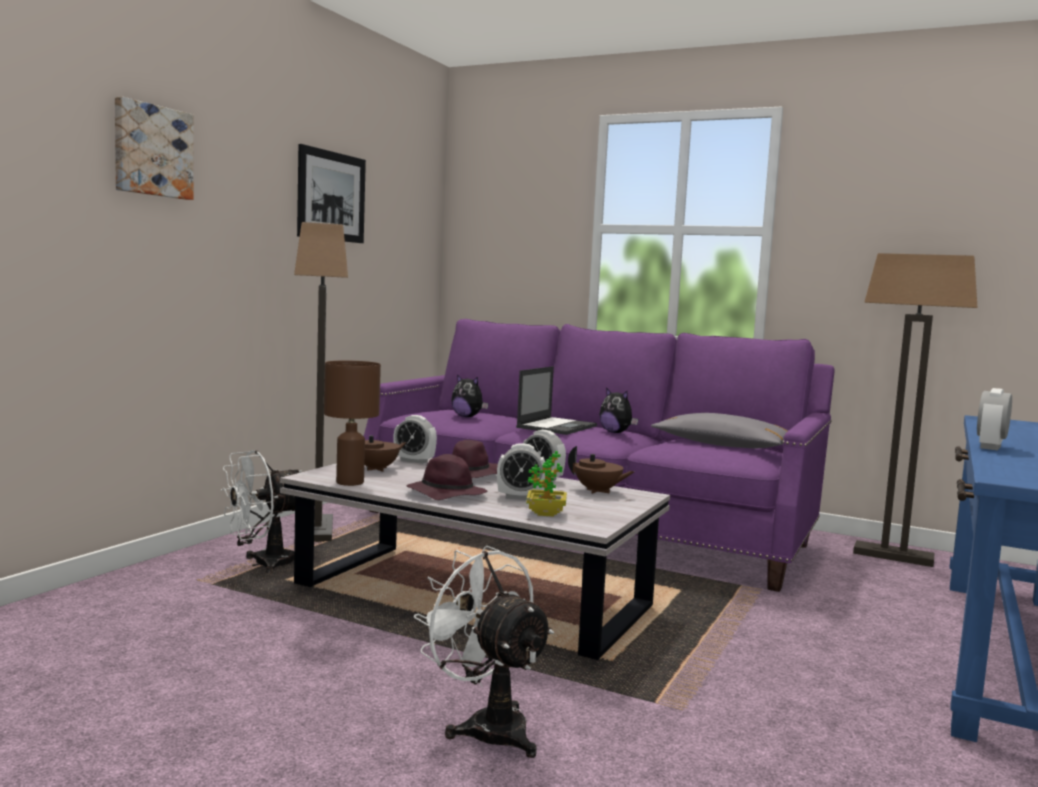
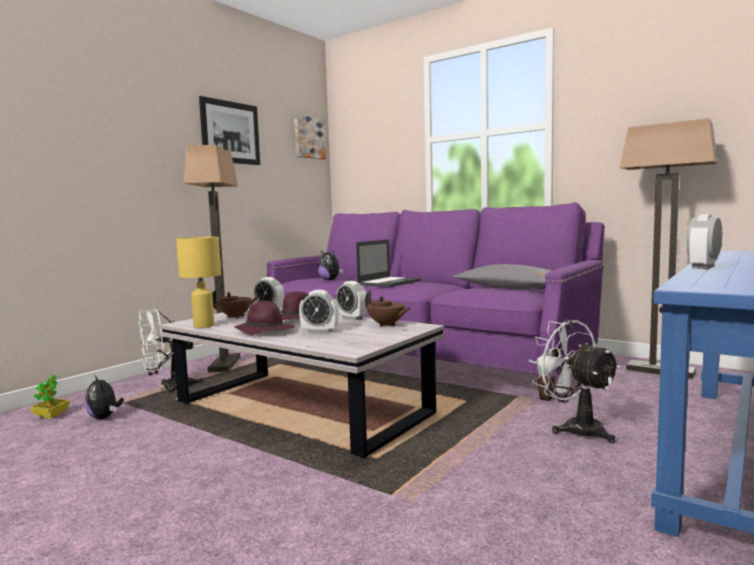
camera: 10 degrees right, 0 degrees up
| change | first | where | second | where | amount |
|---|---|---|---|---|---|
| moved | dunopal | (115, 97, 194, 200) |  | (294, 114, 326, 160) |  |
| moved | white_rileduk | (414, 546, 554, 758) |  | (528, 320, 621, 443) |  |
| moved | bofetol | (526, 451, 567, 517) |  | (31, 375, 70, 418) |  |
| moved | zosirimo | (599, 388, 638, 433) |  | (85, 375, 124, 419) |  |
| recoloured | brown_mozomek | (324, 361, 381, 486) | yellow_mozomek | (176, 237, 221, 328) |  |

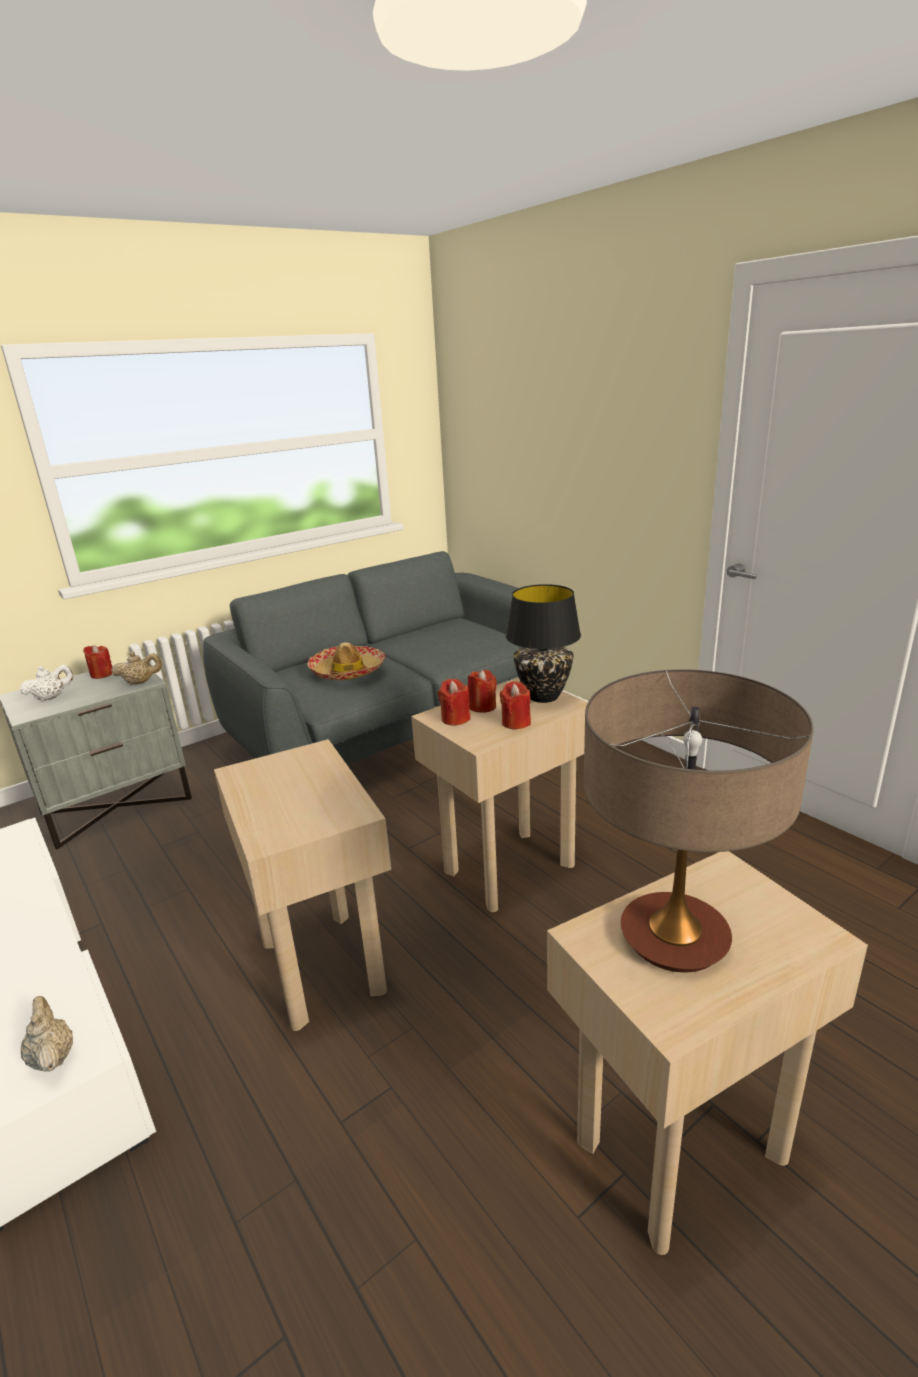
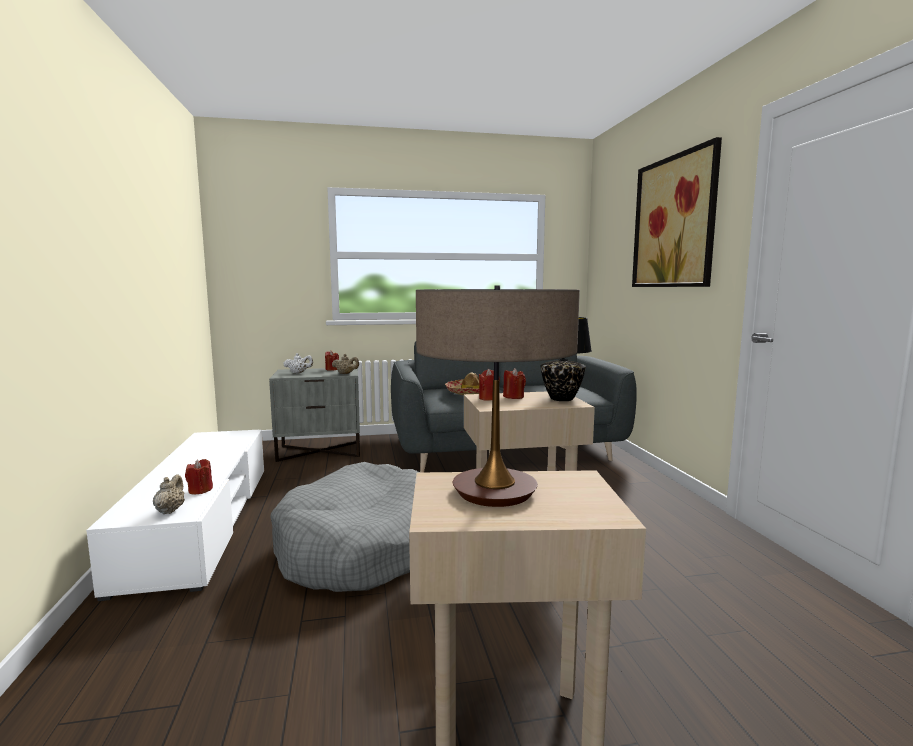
camera: 25 degrees right, 15 degrees down
| change | first | where | second | where | amount |
|---|---|---|---|---|---|
| added |  |  | dunopal | (632, 137, 722, 287) |  |
| moved | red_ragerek | (500, 681, 531, 729) |  | (185, 459, 213, 494) |  |
| replaced | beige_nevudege | (214, 739, 391, 1031) | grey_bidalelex | (270, 462, 420, 592) |  |

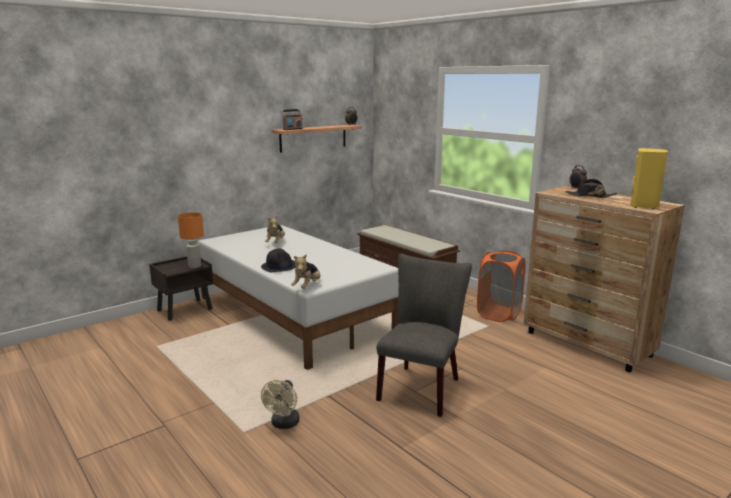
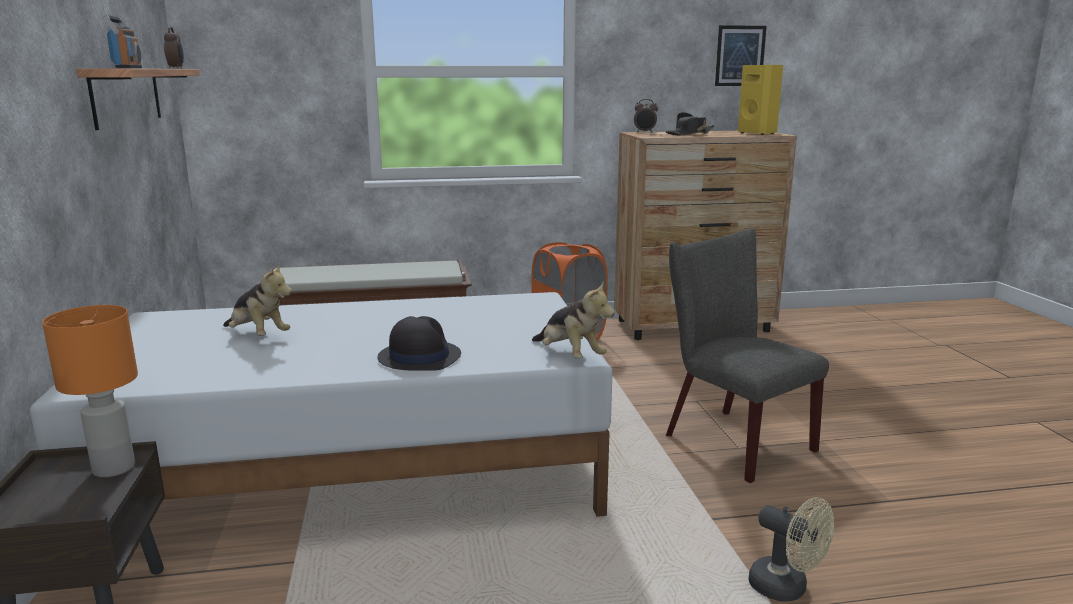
camera: 60 degrees left, 0 degrees up
| change | first | where | second | where | amount |
|---|---|---|---|---|---|
| added |  |  | dunopal | (715, 25, 767, 86) |  |

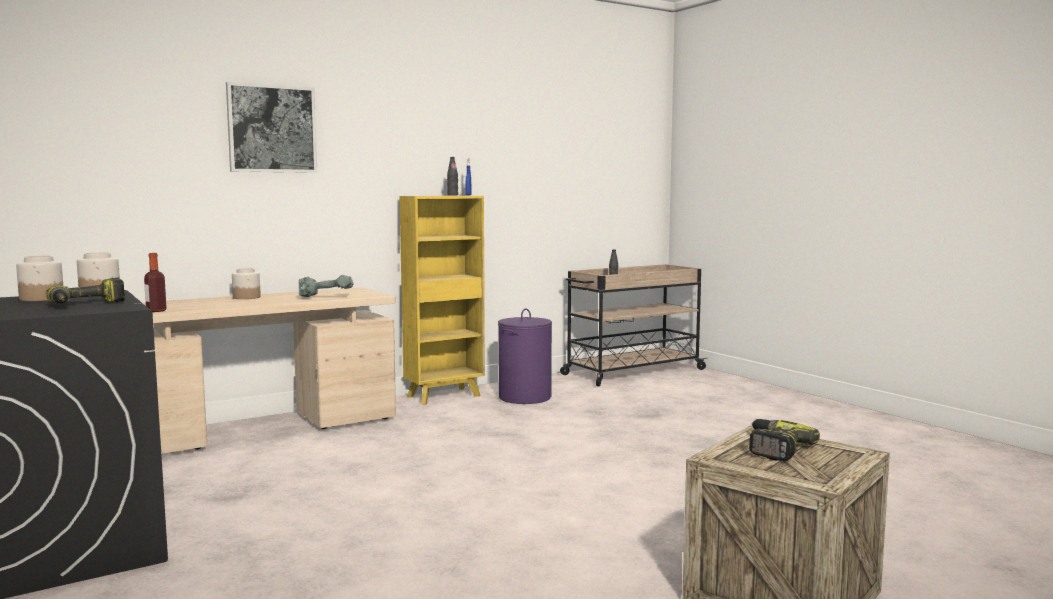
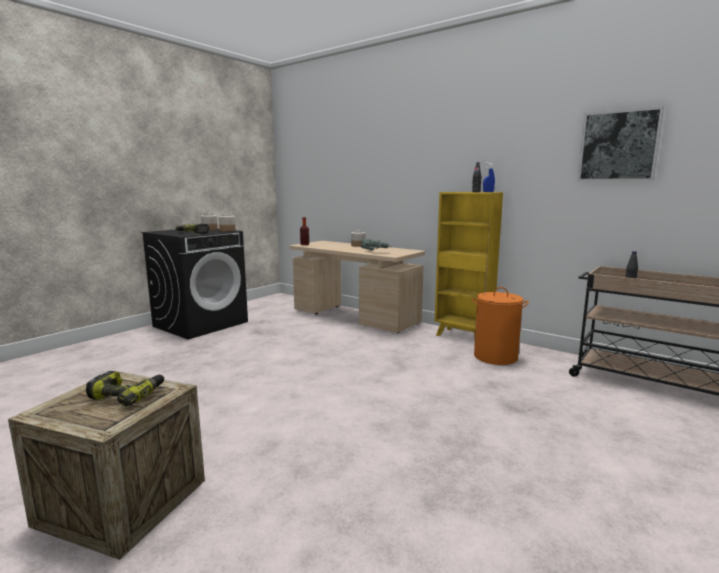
camera: 70 degrees right, 5 degrees up
| change | first | where | second | where | amount |
|---|---|---|---|---|---|
| moved | dunopal | (226, 82, 317, 173) |  | (577, 106, 664, 181) |  |
| recoloured | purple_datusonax | (498, 309, 552, 404) | orange_datusonax | (472, 287, 529, 365) |  |

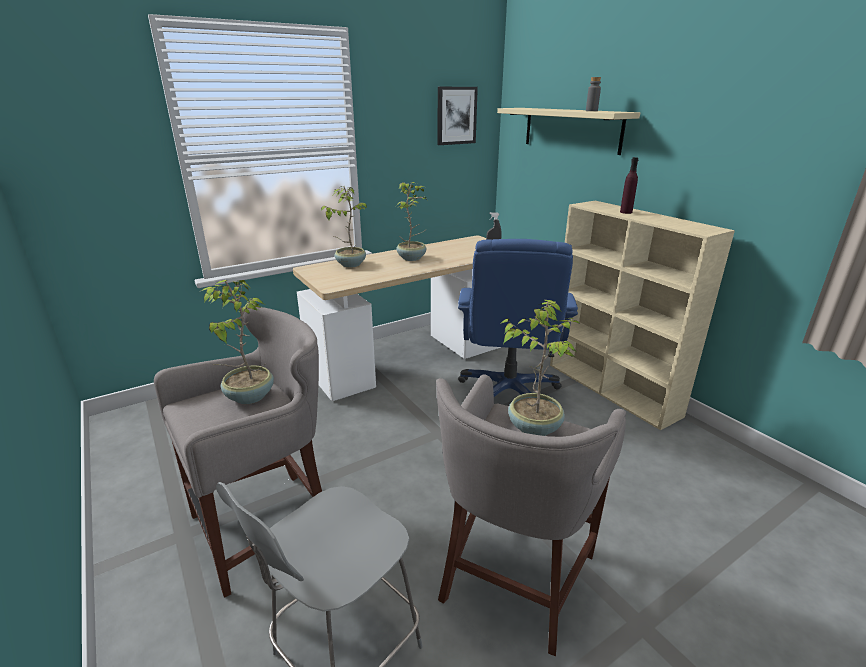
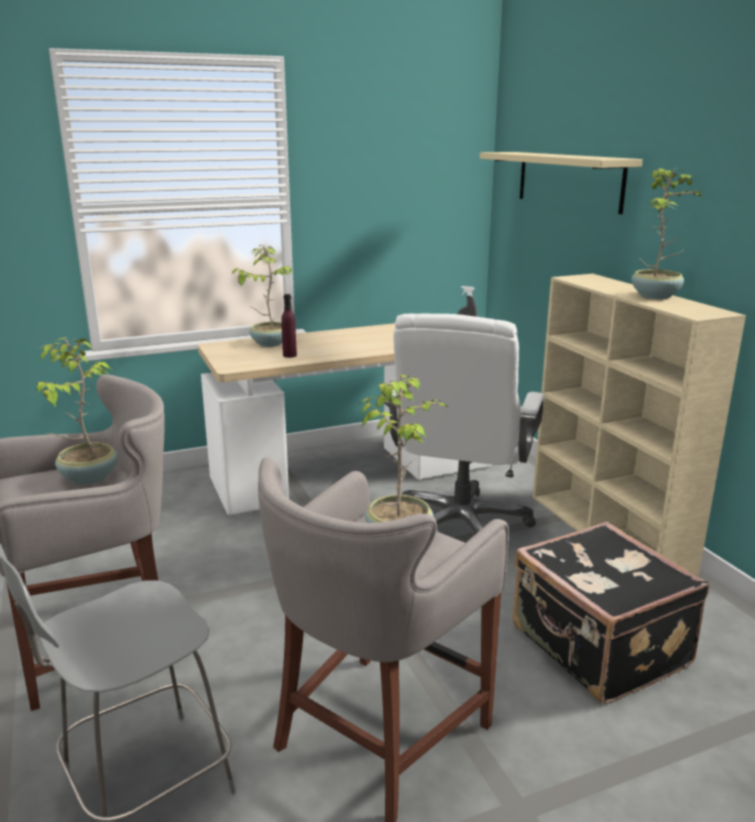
camera: 10 degrees right, 5 degrees down
| change | first | where | second | where | amount |
|---|---|---|---|---|---|
| removed | dunopal | (437, 87, 478, 145) |  |  |  |
| removed | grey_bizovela | (586, 77, 601, 111) |  |  |  |
| added |  |  | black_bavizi | (513, 522, 709, 704) |  |
| moved | bofetol | (396, 182, 428, 261) |  | (631, 168, 702, 299) |  |
| moved | purple_bizovela | (620, 157, 639, 214) |  | (281, 294, 297, 358) |  |
| recoloured | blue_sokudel | (458, 239, 578, 397) | white_sokudel | (384, 314, 545, 533) |  |

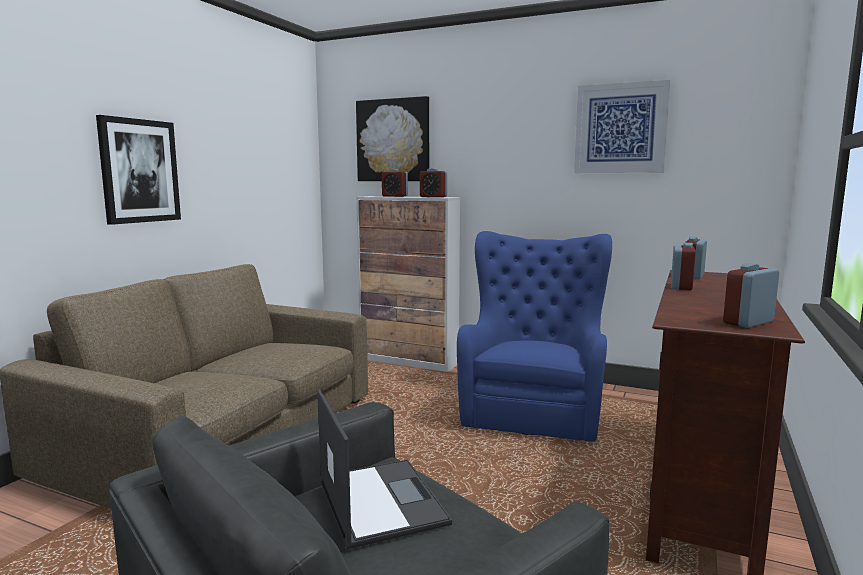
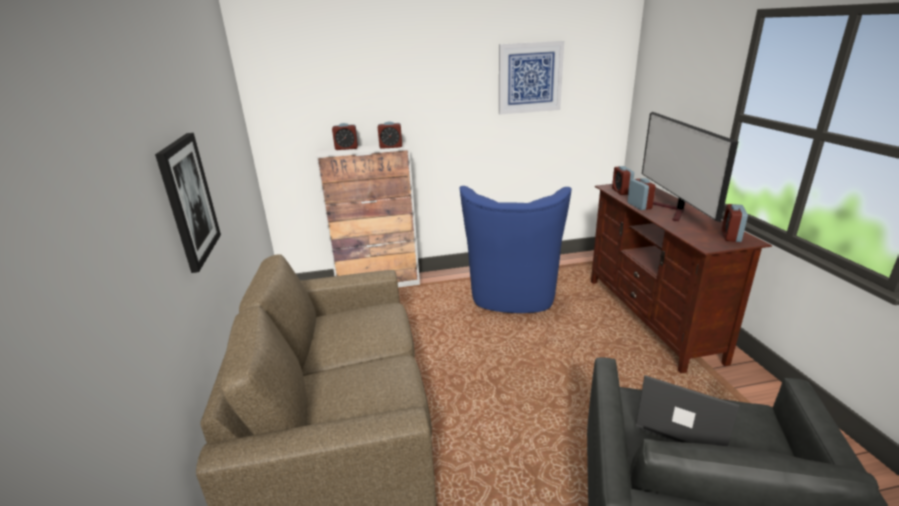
camera: 35 degrees left, 15 degrees up
| change | first | where | second | where | amount |
|---|---|---|---|---|---|
| removed | dunopal | (356, 96, 429, 181) |  |  |  |
| added |  |  | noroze | (642, 112, 738, 222) |  |
| turned | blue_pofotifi | (457, 231, 612, 442) |  | (459, 186, 572, 313) | 150 degrees counterclockwise |

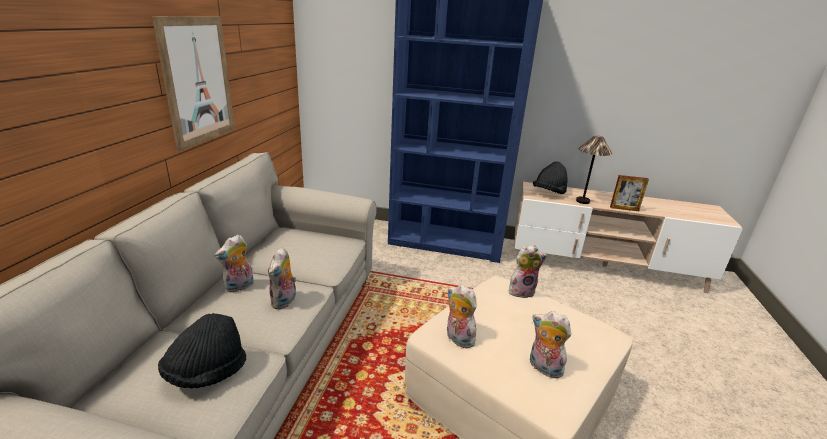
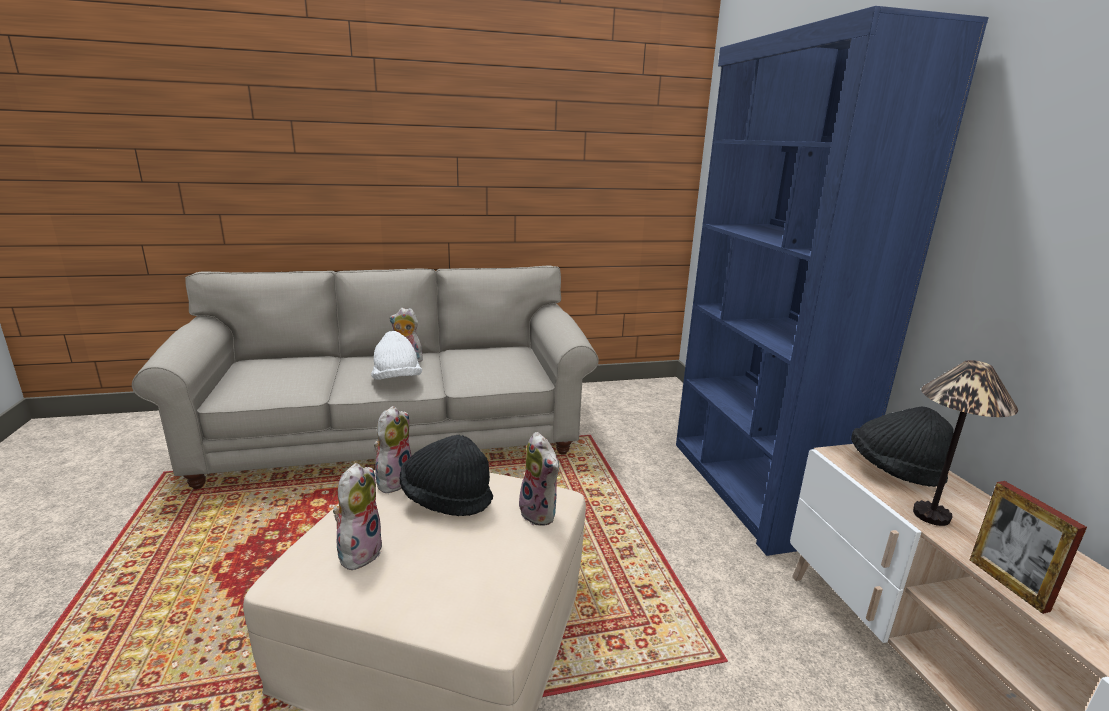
camera: 65 degrees right, 5 degrees down
| change | first | where | second | where | amount |
|---|---|---|---|---|---|
| removed | dunopal | (152, 16, 235, 151) |  |  |  |
| moved | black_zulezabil | (158, 313, 246, 388) |  | (399, 435, 493, 516) |  |
| replaced | zosirimo | (268, 247, 296, 310) | white_zulezabil | (371, 331, 422, 380) |  |

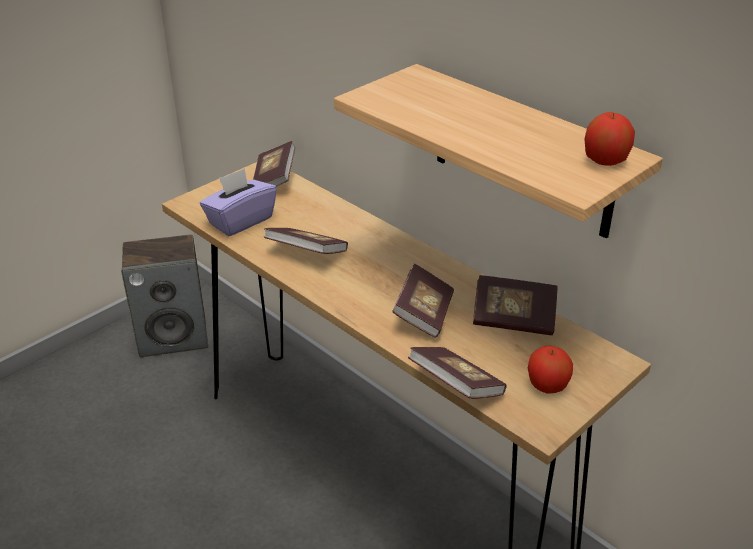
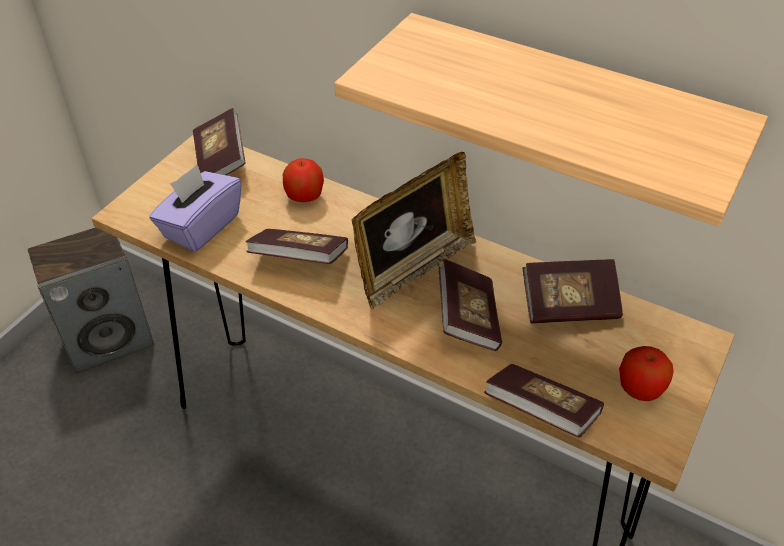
camera: 15 degrees left, 10 degrees up
| change | first | where | second | where | amount |
|---|---|---|---|---|---|
| added |  |  | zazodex | (352, 152, 476, 309) |  |
| moved | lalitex | (584, 112, 635, 166) |  | (283, 158, 324, 202) |  |

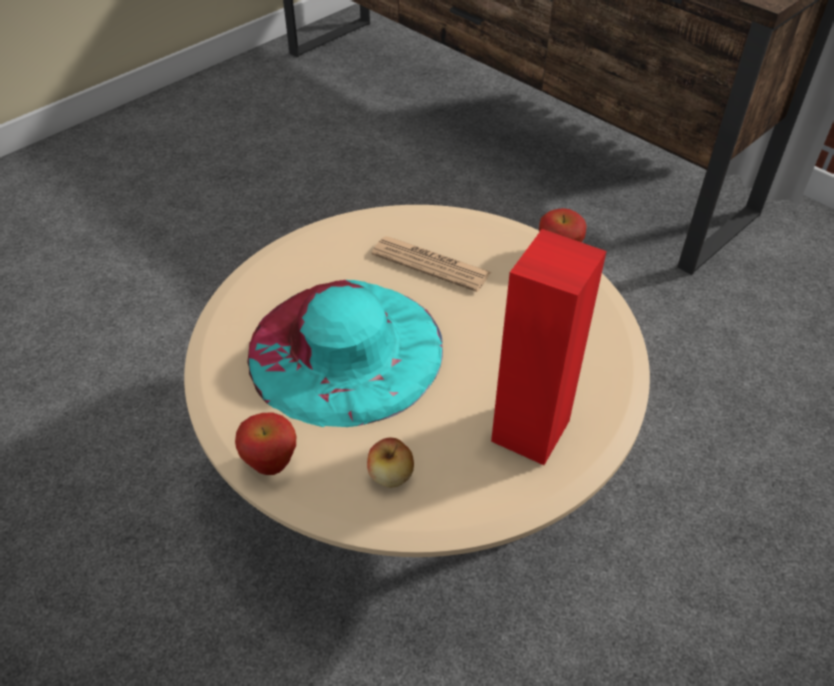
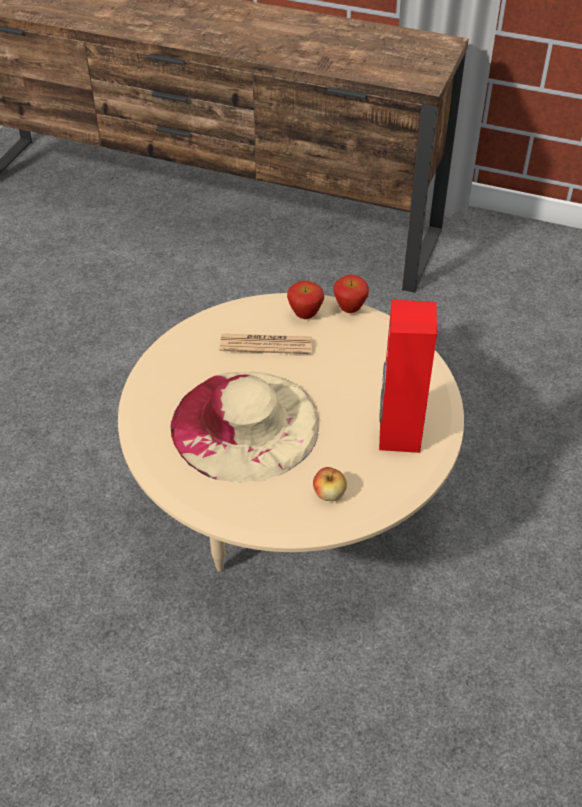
camera: 25 degrees left, 0 degrees up
| change | first | where | second | where | amount |
|---|---|---|---|---|---|
| moved | lalitex | (235, 412, 296, 475) |  | (287, 281, 324, 319) |  |
| recoloured | turquoise_zulezabil | (247, 280, 443, 427) | beige_zulezabil | (171, 372, 319, 483) |  |

